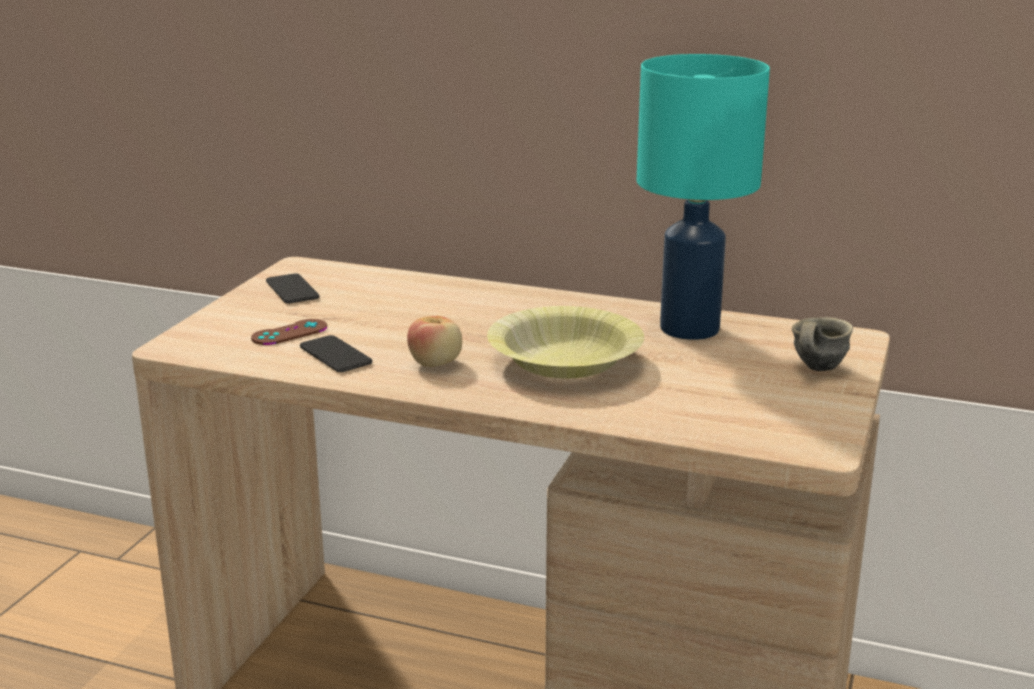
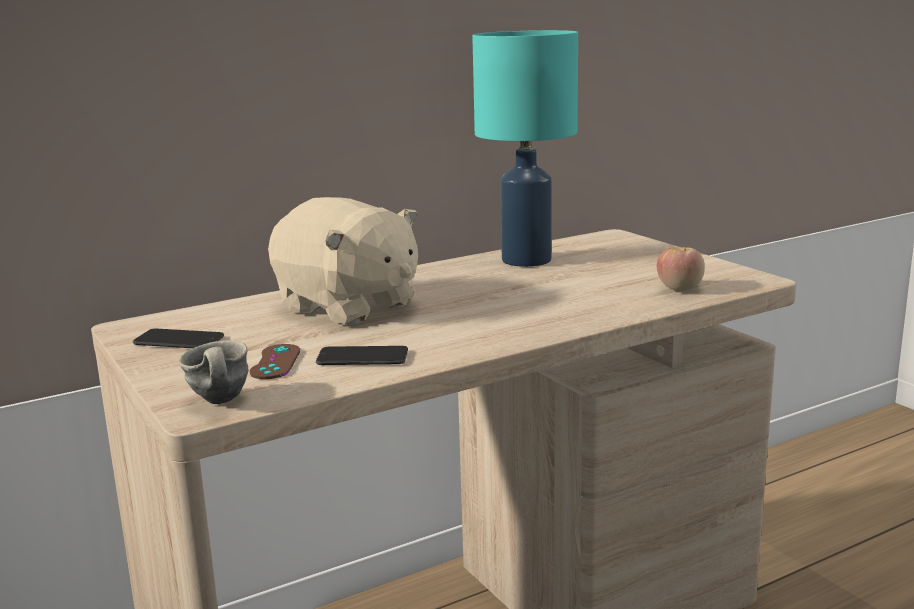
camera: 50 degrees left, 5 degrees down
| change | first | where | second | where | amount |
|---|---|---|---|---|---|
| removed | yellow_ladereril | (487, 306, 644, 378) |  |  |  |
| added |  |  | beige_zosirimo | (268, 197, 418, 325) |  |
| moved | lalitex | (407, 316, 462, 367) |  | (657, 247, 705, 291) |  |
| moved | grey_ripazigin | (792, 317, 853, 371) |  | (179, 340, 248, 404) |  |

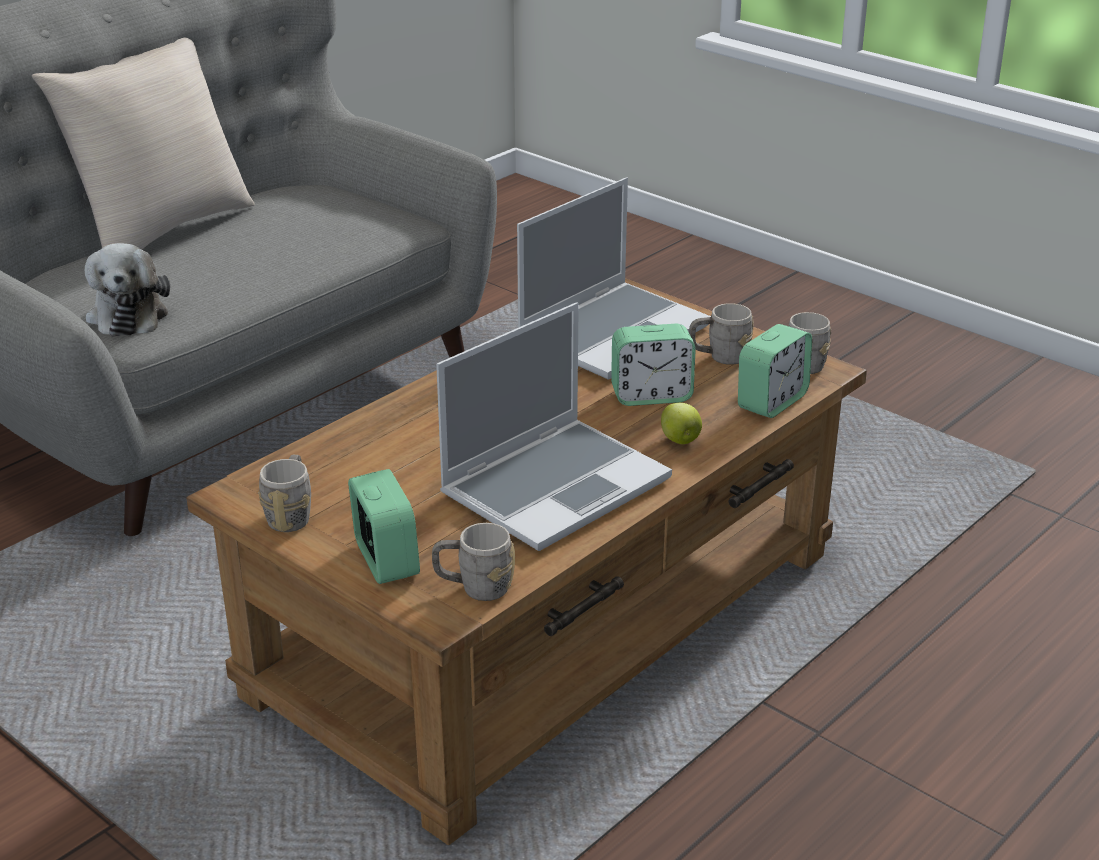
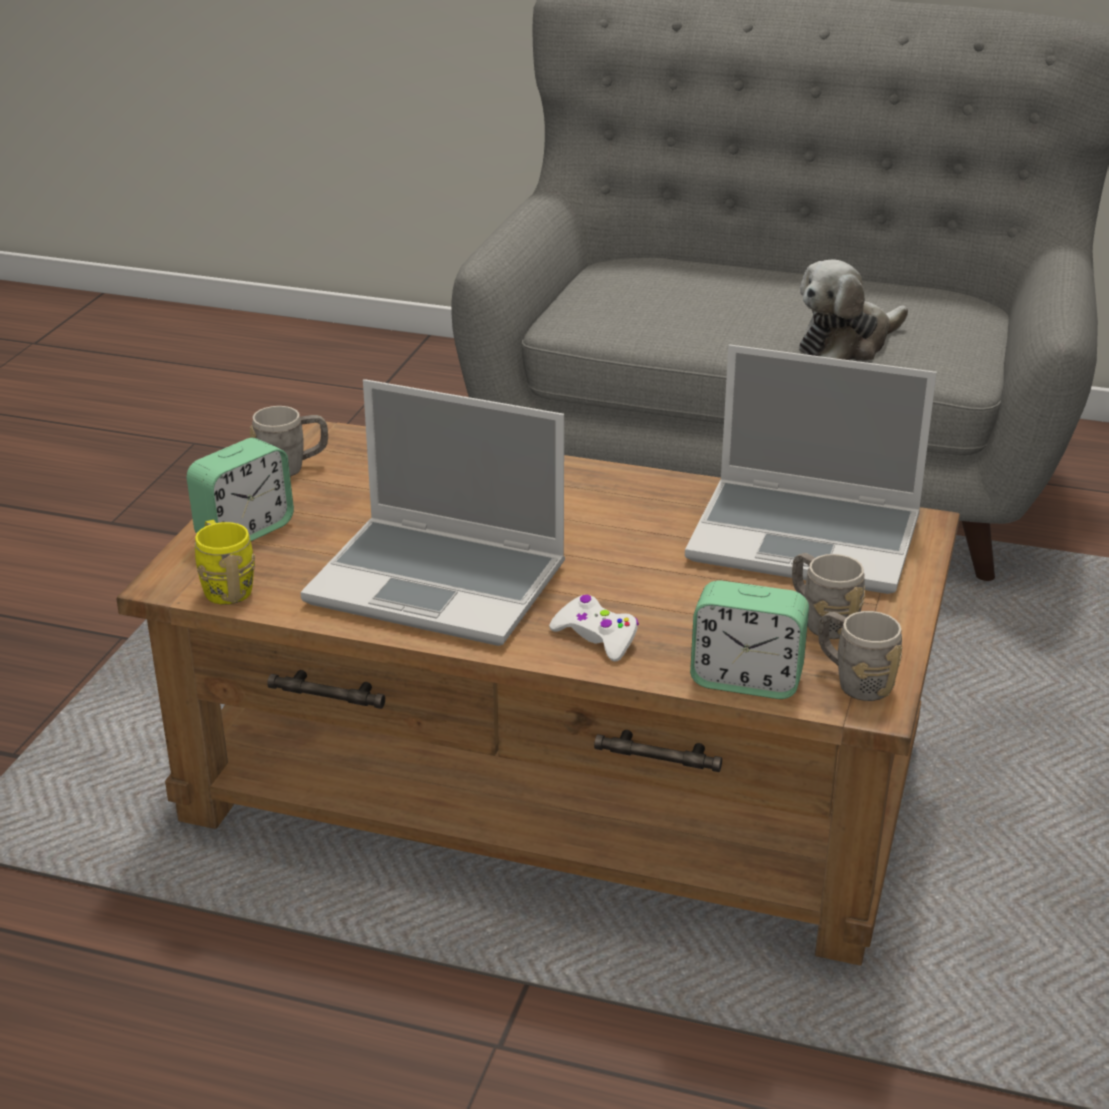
camera: 65 degrees right, 0 degrees up
| change | first | where | second | where | amount |
|---|---|---|---|---|---|
| removed | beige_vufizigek | (32, 37, 255, 250) |  |  |  |
| removed | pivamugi | (611, 323, 696, 406) |  |  |  |
| moved | zosirimo | (85, 243, 170, 337) |  | (799, 260, 908, 361) |  |
| replaced | lalitex | (661, 403, 702, 444) | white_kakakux | (549, 595, 639, 662) |  |
| recoloured | grey_ripazigin | (432, 523, 515, 601) | yellow_ripazigin | (195, 520, 256, 605) |  |

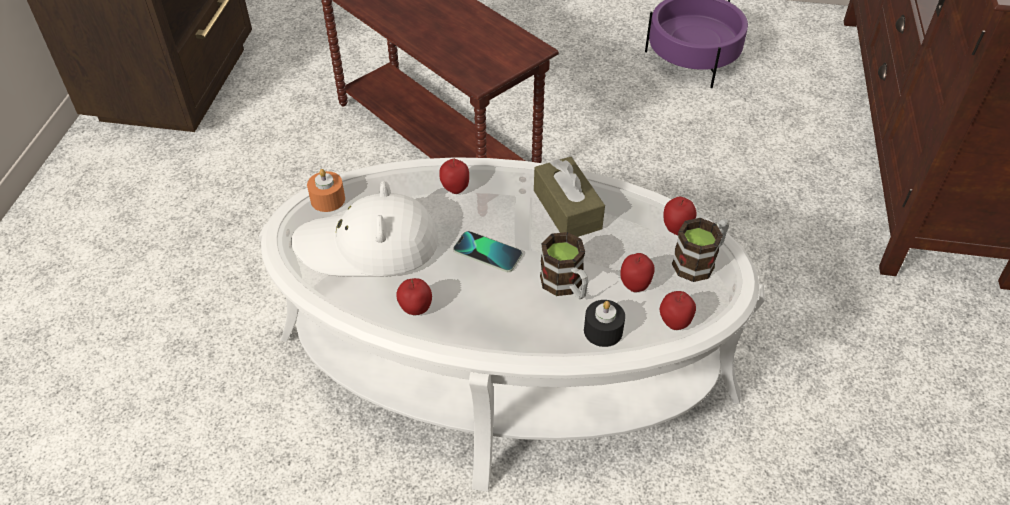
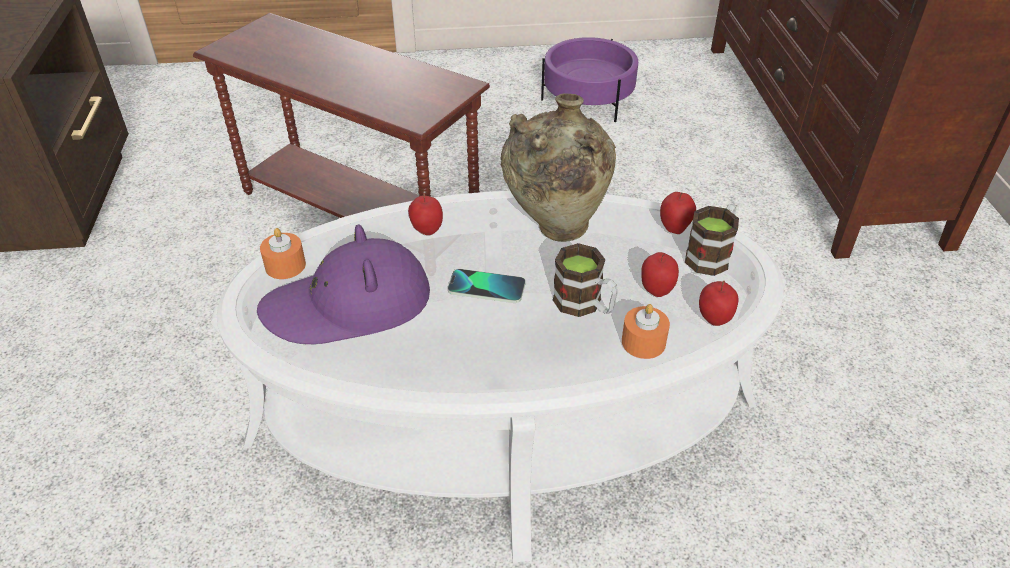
camera: 15 degrees left, 5 degrees down
| change | first | where | second | where | amount |
|---|---|---|---|---|---|
| removed | lalitex | (396, 278, 432, 315) |  |  |  |
| replaced | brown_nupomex | (534, 157, 605, 237) | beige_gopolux | (500, 93, 616, 242) |  |
| recoloured | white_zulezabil | (291, 181, 438, 276) | purple_zulezabil | (257, 224, 430, 344) |  |
| recoloured | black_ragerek | (584, 300, 625, 347) | orange_ragerek | (622, 304, 670, 359) |  |

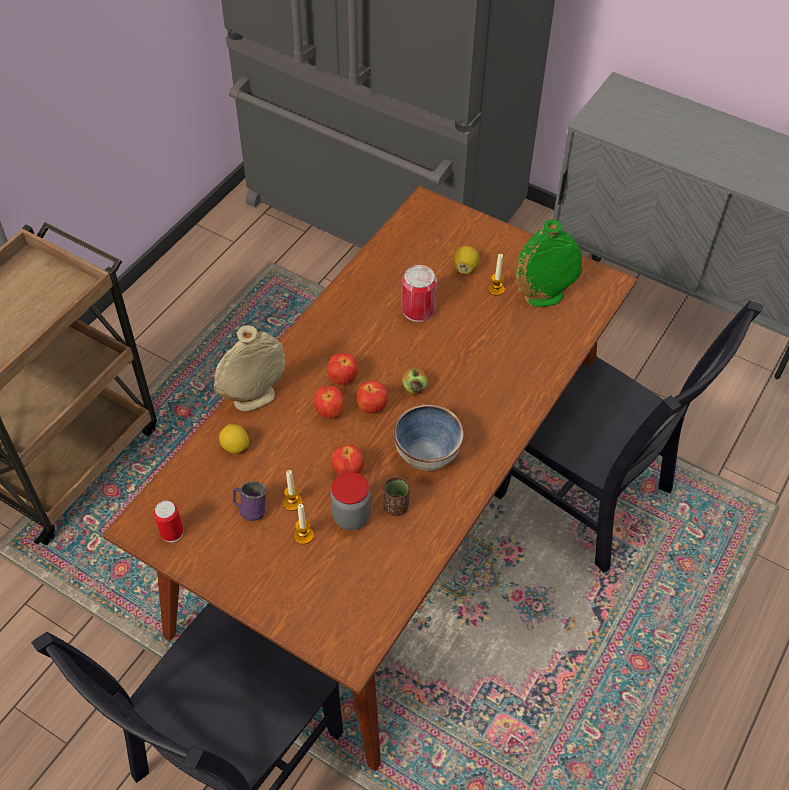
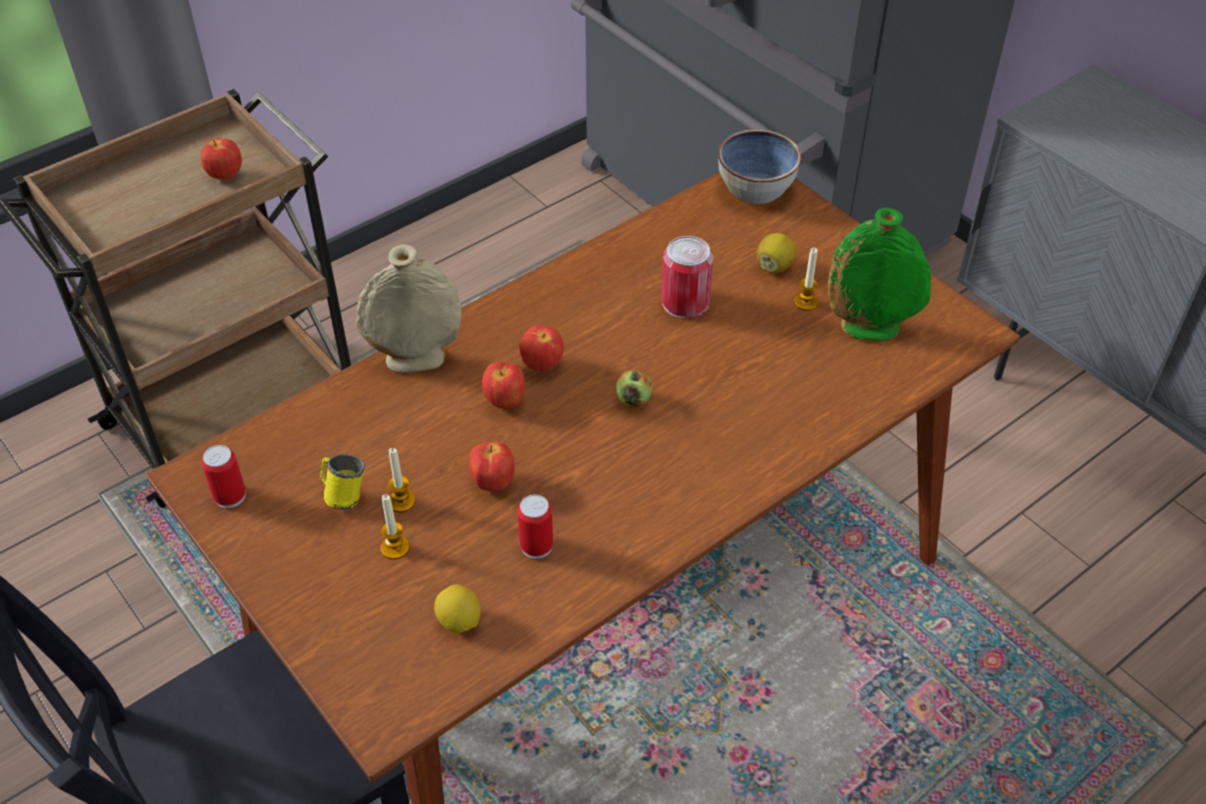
camera: 20 degrees right, 5 degrees down
| change | first | where | second | where | amount |
|---|---|---|---|---|---|
| removed | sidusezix | (331, 472, 371, 530) |  |  |  |
| removed | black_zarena | (494, 301, 763, 573) |  |  |  |
| moved | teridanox | (219, 424, 249, 453) |  | (434, 584, 480, 633) |  |
| moved | lalitex | (357, 381, 388, 414) |  | (201, 138, 242, 180) |  |
| moved | ladereril | (393, 404, 464, 471) |  | (718, 129, 801, 204) |  |
| replaced | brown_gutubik | (383, 476, 410, 516) | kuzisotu | (517, 495, 553, 559) |  |
| recoloured | purple_ripazigin | (233, 481, 267, 521) | yellow_ripazigin | (320, 454, 365, 510) |  |

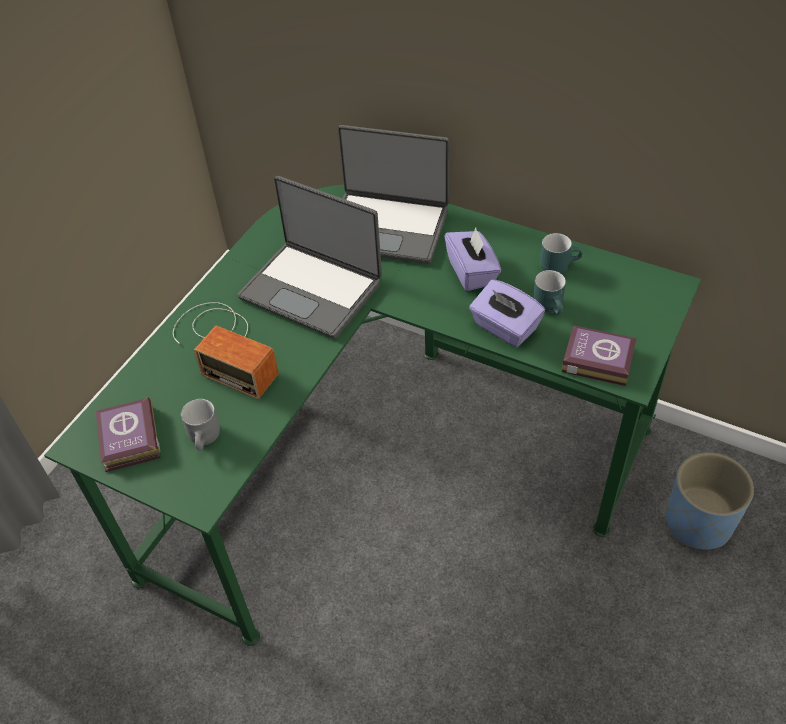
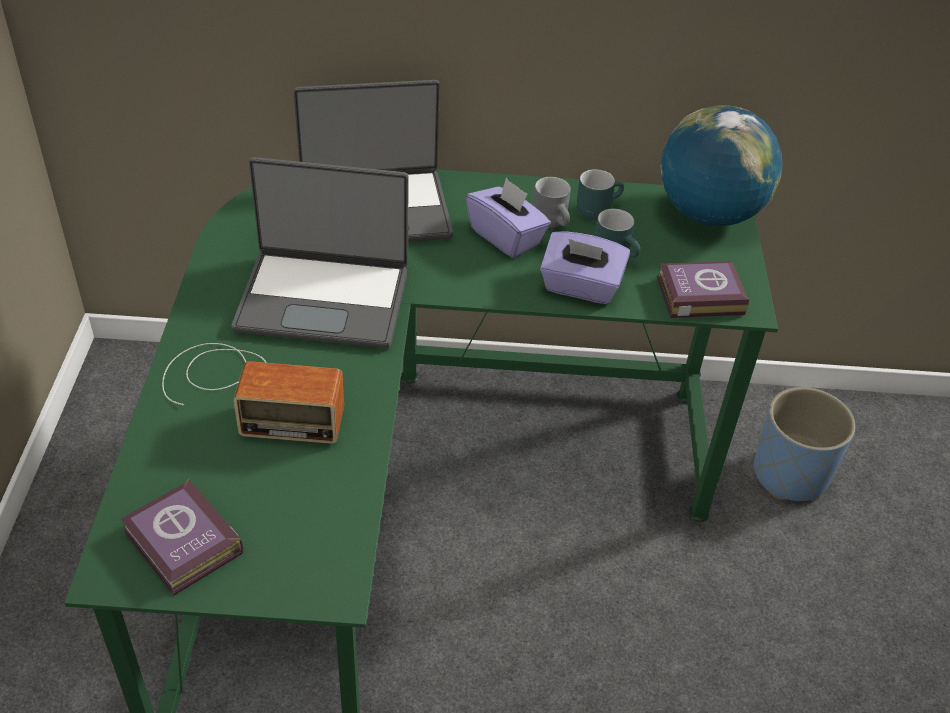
camera: 30 degrees left, 5 degrees down
| change | first | where | second | where | amount |
|---|---|---|---|---|---|
| added |  |  | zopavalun | (660, 105, 782, 226) |  |
| moved | grey_ripazigin | (181, 399, 220, 451) |  | (533, 177, 571, 228) |  |

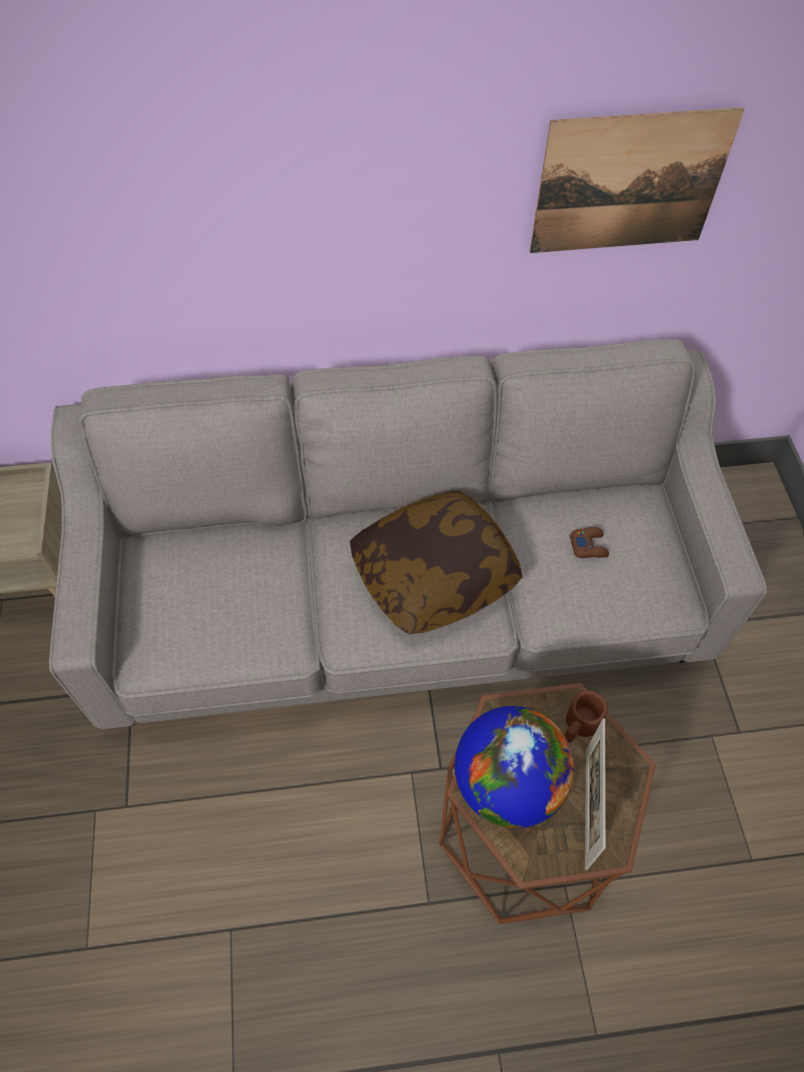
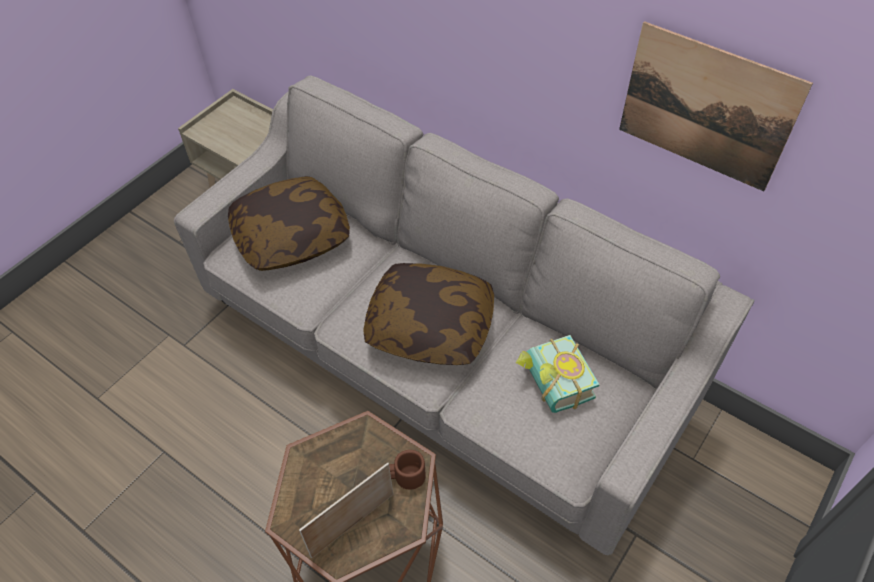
camera: 45 degrees right, 5 degrees down
| change | first | where | second | where | amount |
|---|---|---|---|---|---|
| removed | zopavalun | (455, 706, 574, 828) |  |  |  |
| added |  |  | vufizigek | (228, 176, 350, 271) |  |
| replaced | brown_kakakux | (569, 527, 609, 558) | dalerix | (516, 335, 600, 413) |  |

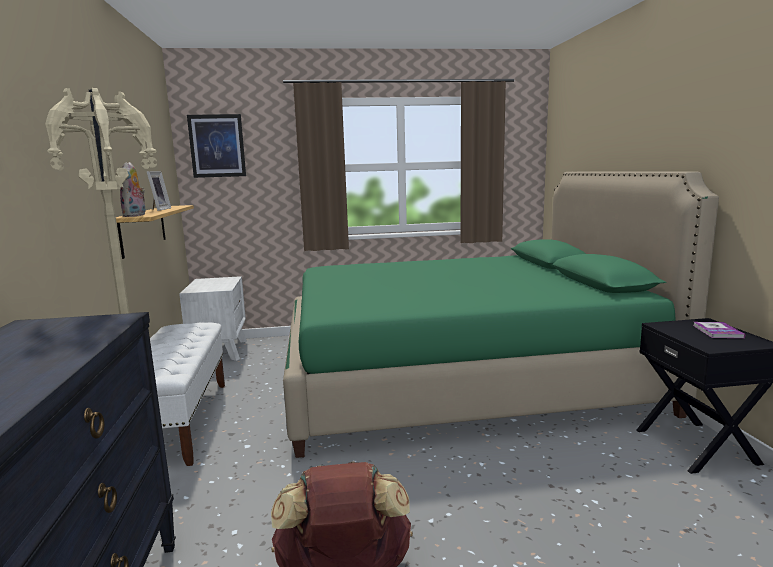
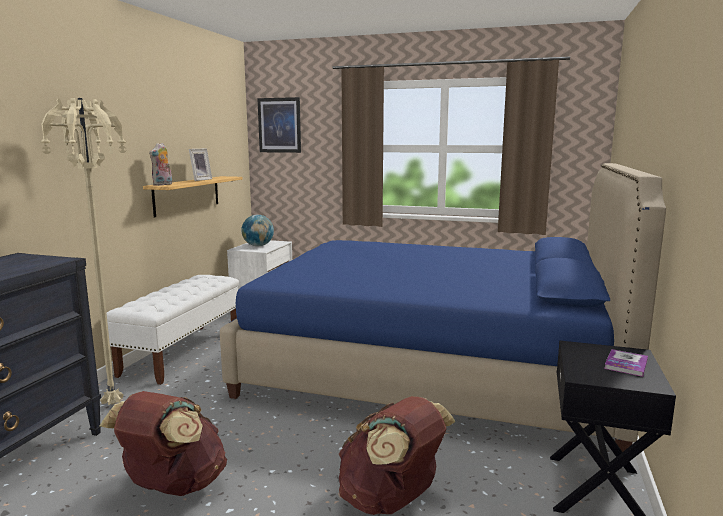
camera: 25 degrees right, 0 degrees up
| change | first | where | second | where | amount |
|---|---|---|---|---|---|
| added |  |  | zopavalun | (241, 215, 274, 246) |  |
| added |  |  | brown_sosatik | (339, 396, 456, 515) |  |
| recoloured | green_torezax | (283, 171, 719, 458) | blue_torezax | (220, 163, 666, 452) |  |

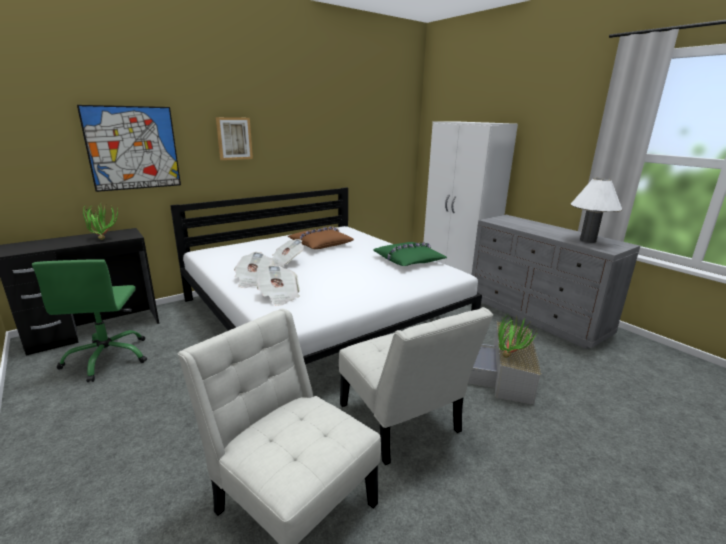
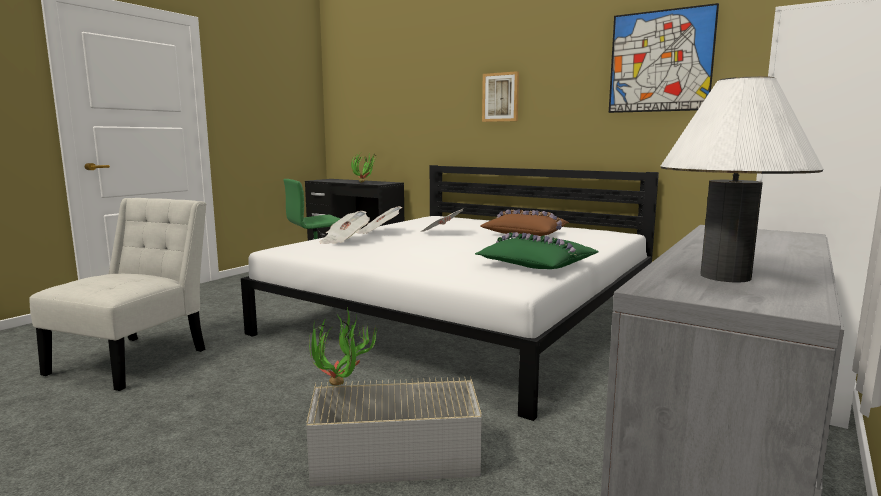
camera: 70 degrees right, 10 degrees down
| change | first | where | second | where | amount |
|---|---|---|---|---|---|
| removed | white_zarena | (339, 307, 493, 465) |  |  |  |
| moved | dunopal | (77, 105, 181, 192) |  | (609, 3, 719, 113) |  |

